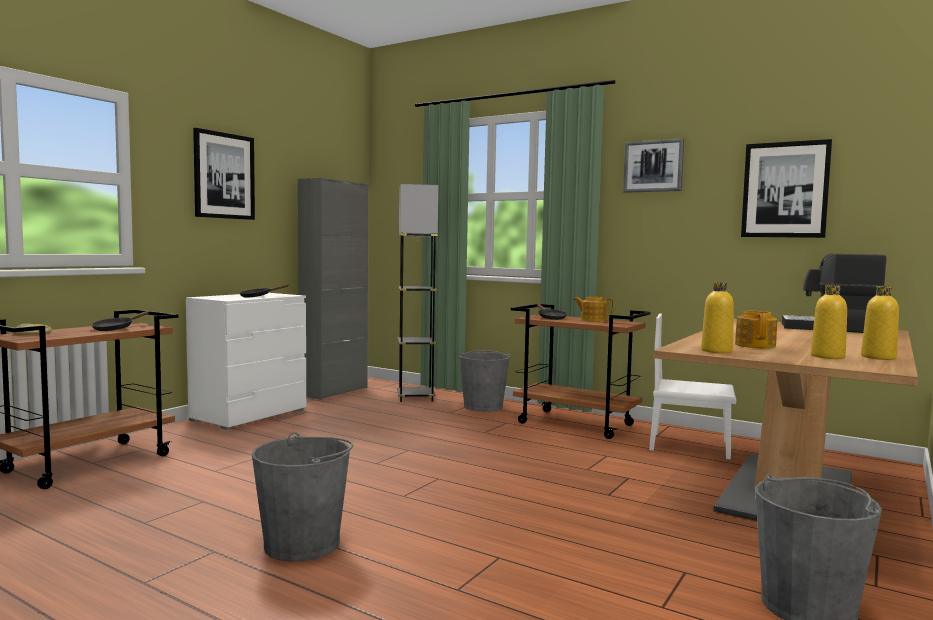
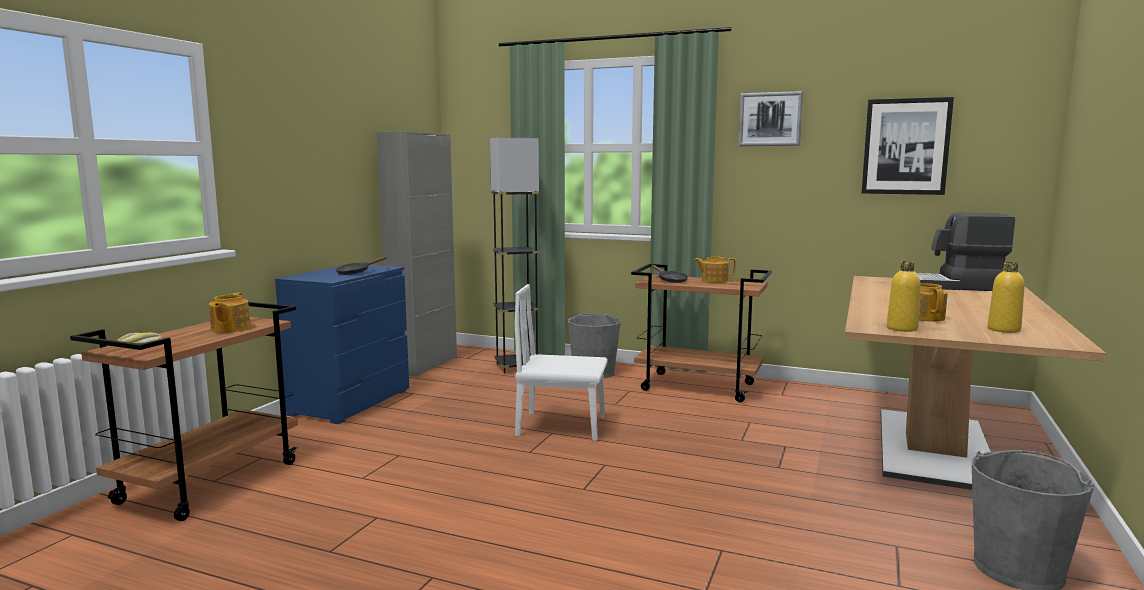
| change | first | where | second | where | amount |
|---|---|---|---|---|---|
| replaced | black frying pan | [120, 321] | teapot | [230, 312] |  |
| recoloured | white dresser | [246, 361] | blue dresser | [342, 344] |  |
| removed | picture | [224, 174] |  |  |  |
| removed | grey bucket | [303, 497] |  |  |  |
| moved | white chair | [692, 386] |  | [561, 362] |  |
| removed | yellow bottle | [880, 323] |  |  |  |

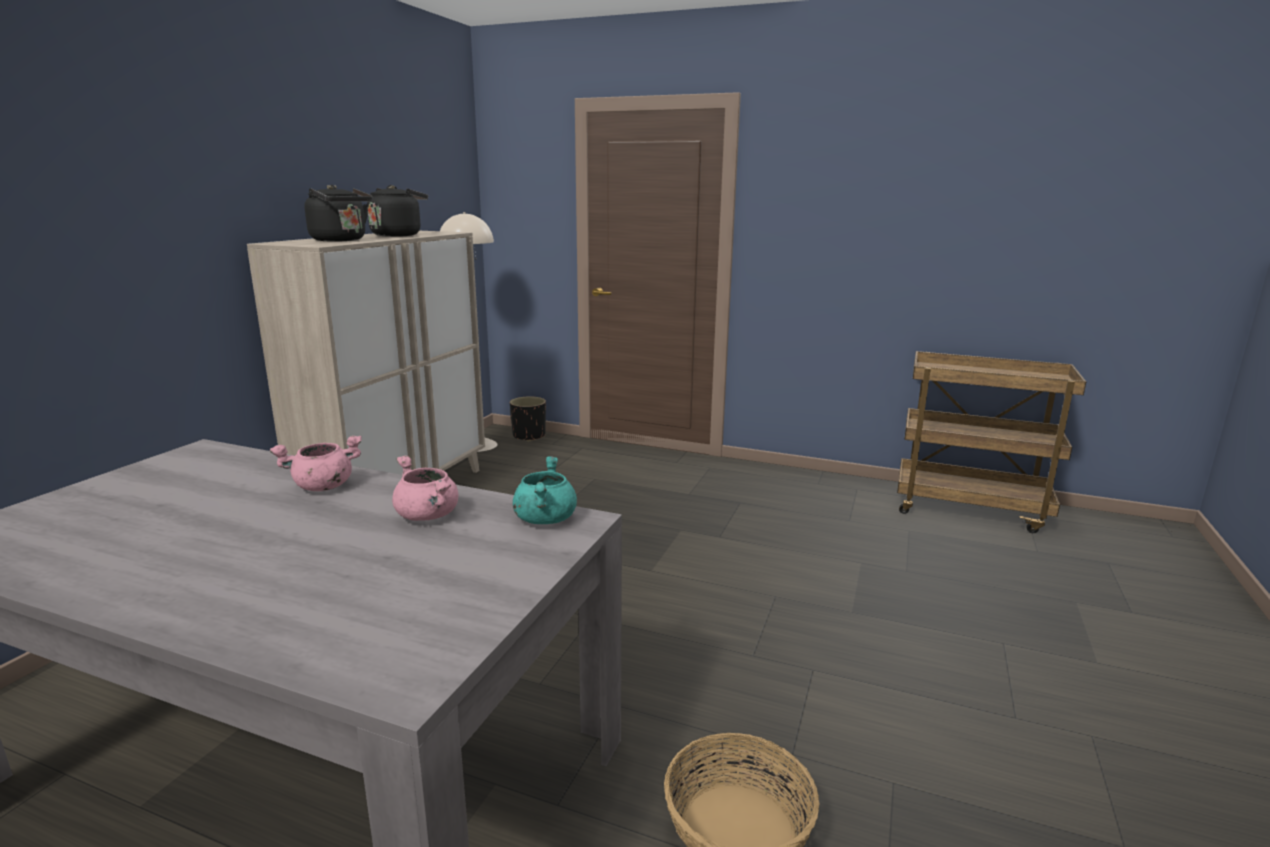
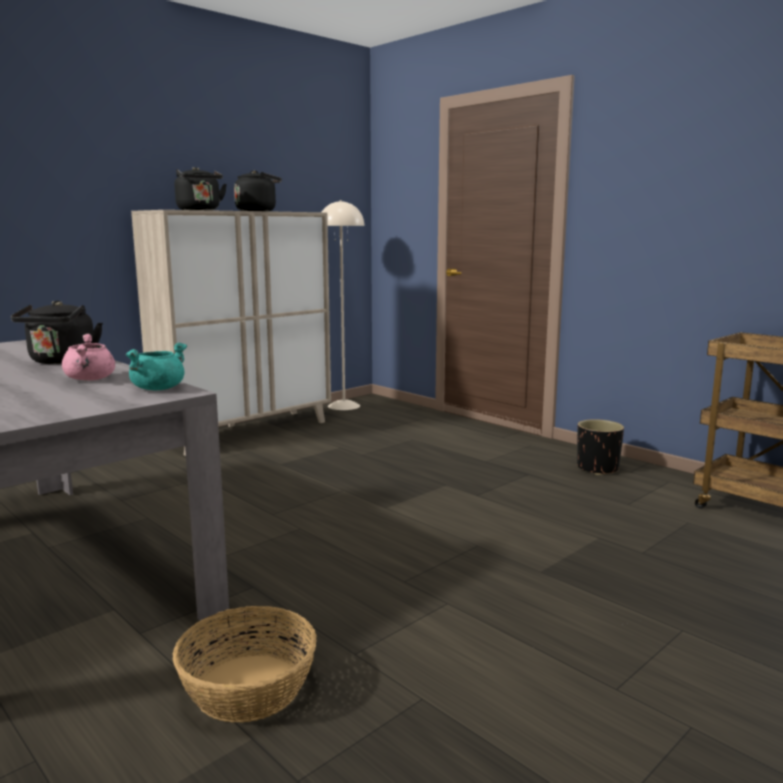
| change | first | where | second | where | amount |
|---|---|---|---|---|---|
| replaced | pink cooking pot | [316, 463] | black kettle | [57, 332] |  |
| moved | black planter | [528, 419] |  | [600, 447] |  |

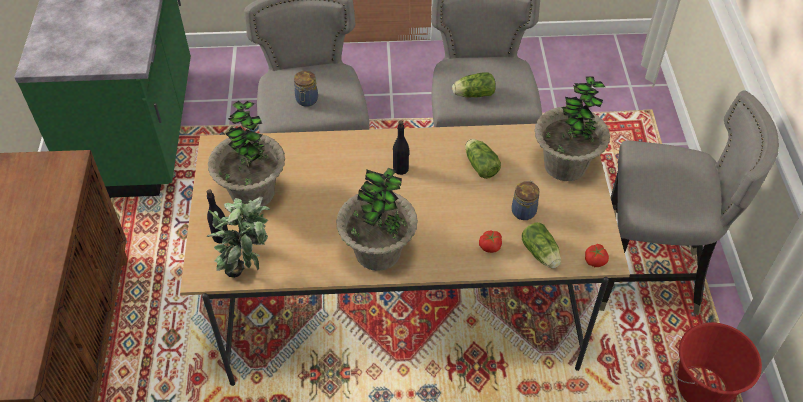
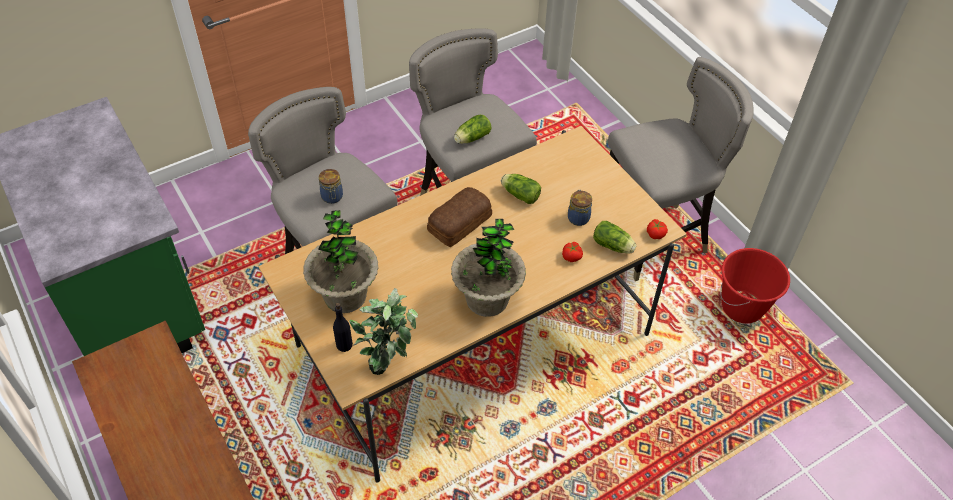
| change | first | where | second | where | amount |
|---|---|---|---|---|---|
| replaced | black bottle | [401, 148] | bread | [459, 217] |  |
| removed | potted plant | [572, 129] |  |  |  |

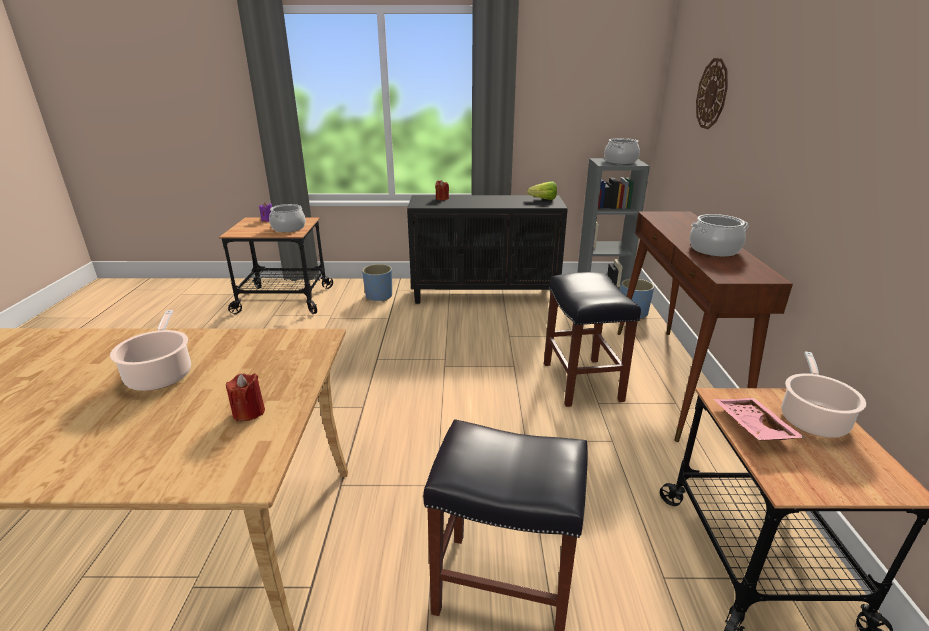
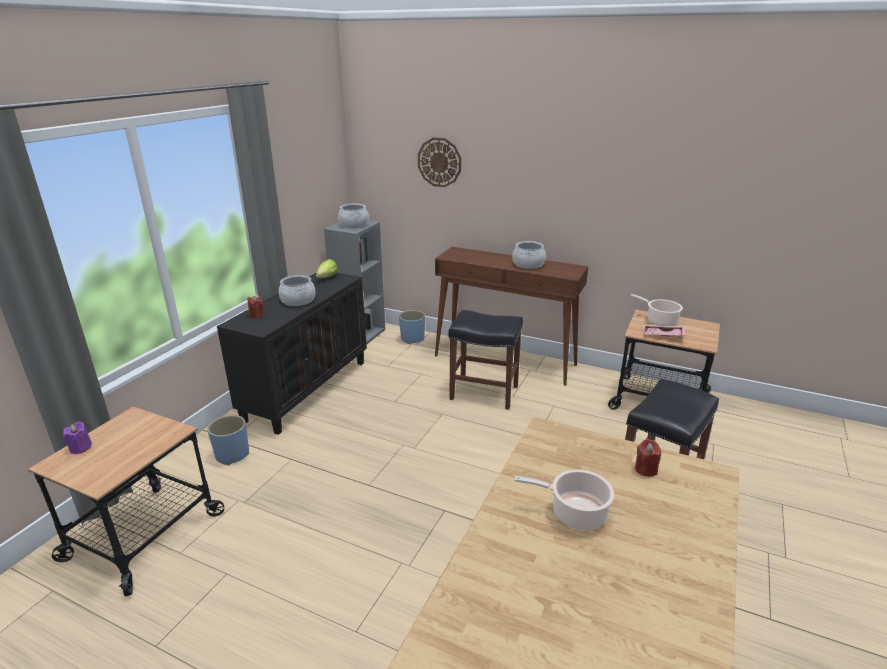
| change | first | where | second | where | amount |
|---|---|---|---|---|---|
| moved | cooking pot | [287, 218] |  | [297, 290] |  |

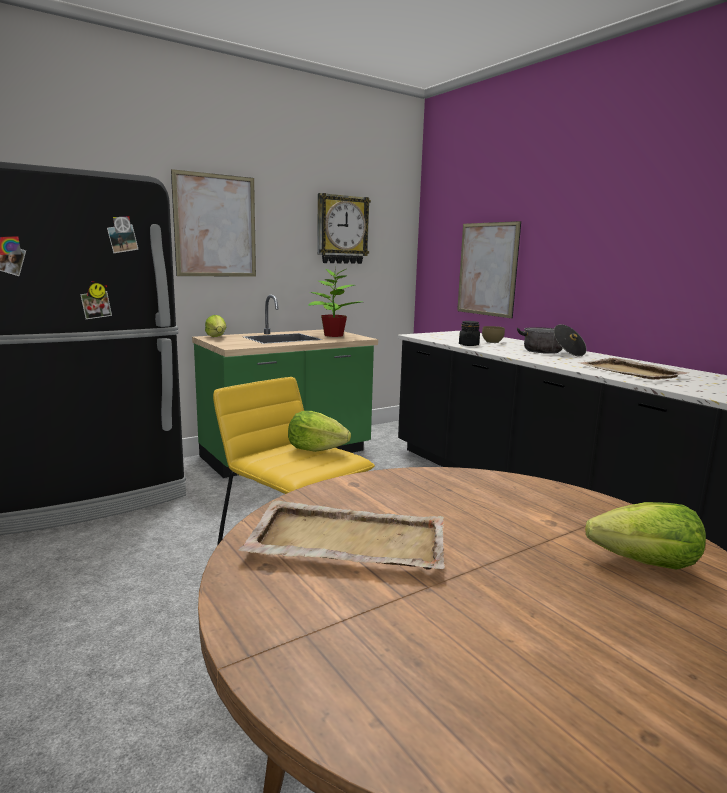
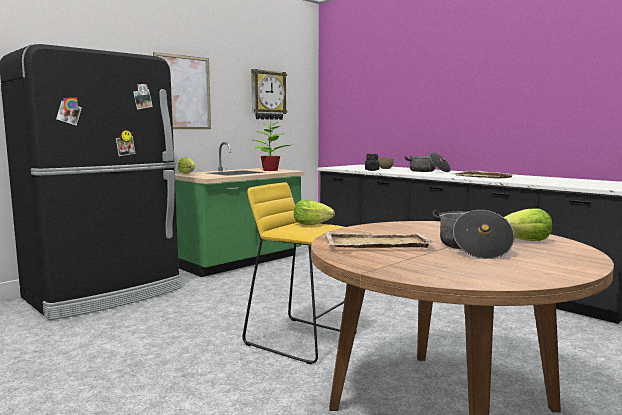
| change | first | where | second | where | amount |
|---|---|---|---|---|---|
| removed | picture | [489, 269] |  |  |  |
| added |  |  | cooking pot | [473, 234] |  |

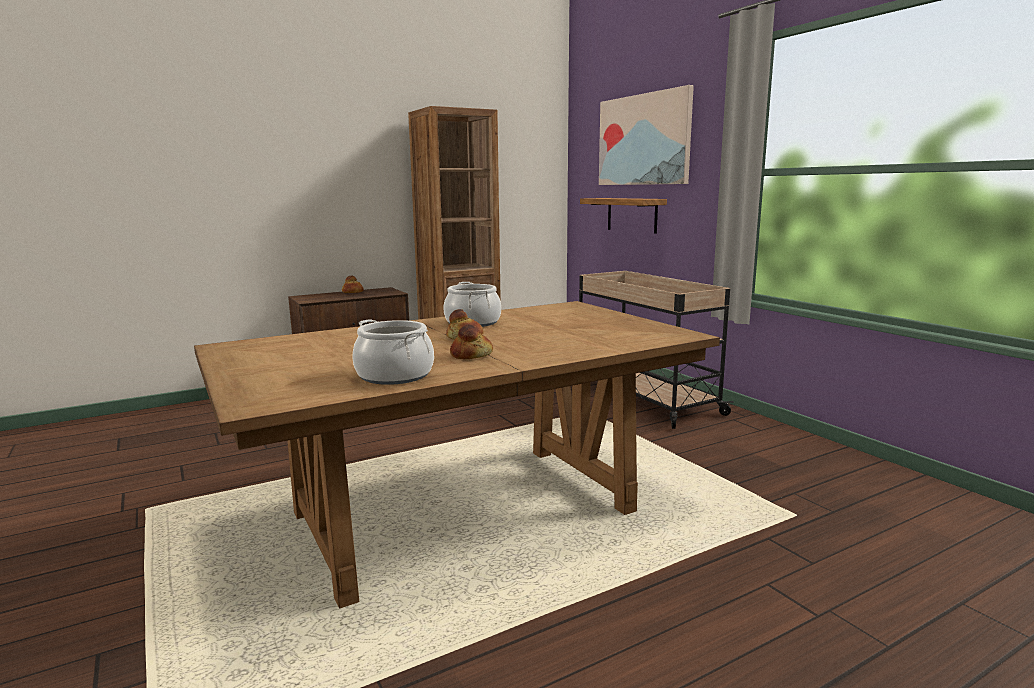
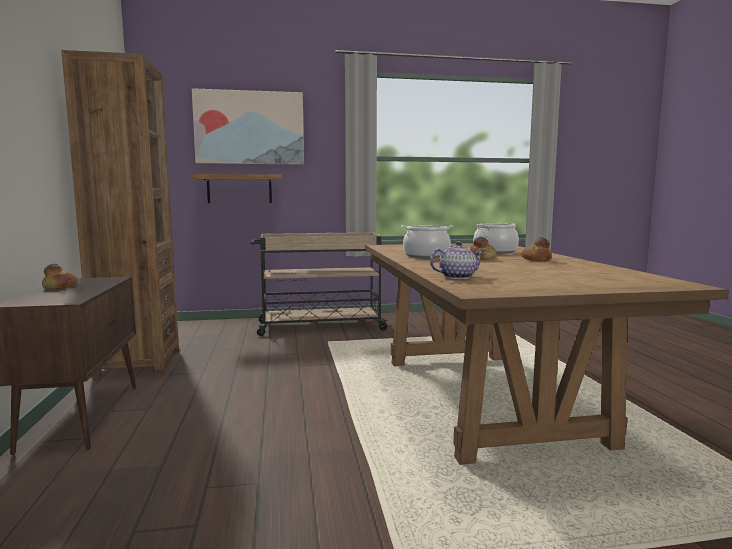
| change | first | where | second | where | amount |
|---|---|---|---|---|---|
| moved | cooking pot | [393, 352] |  | [496, 238] |  |
| added |  |  | teapot | [457, 260] |  |

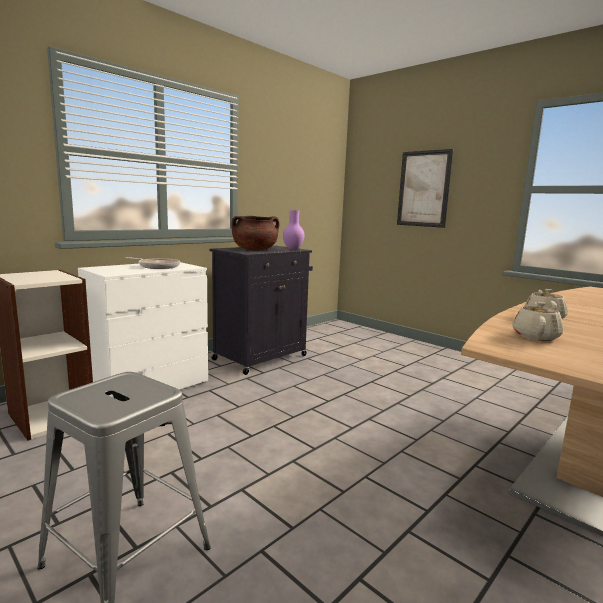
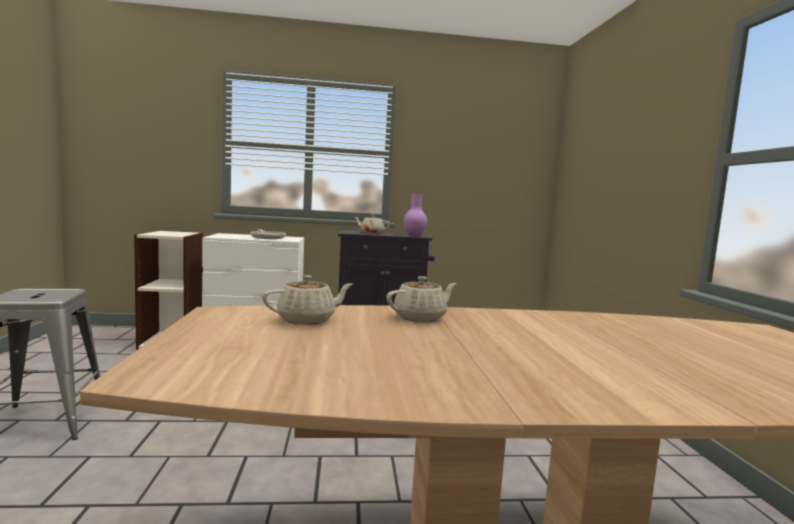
| change | first | where | second | where | amount |
|---|---|---|---|---|---|
| replaced | brown cooking pot | [255, 233] | beige teapot | [372, 223] |  |
| removed | picture | [425, 188] |  |  |  |

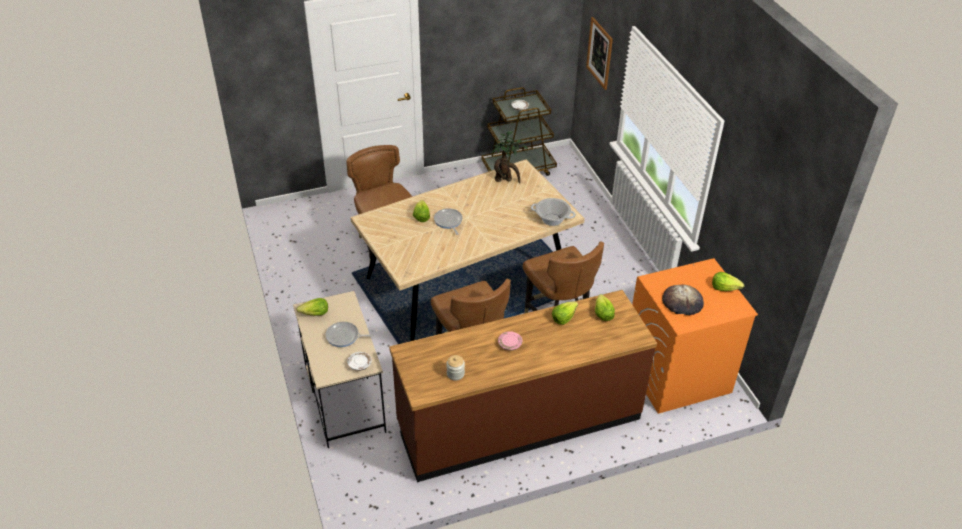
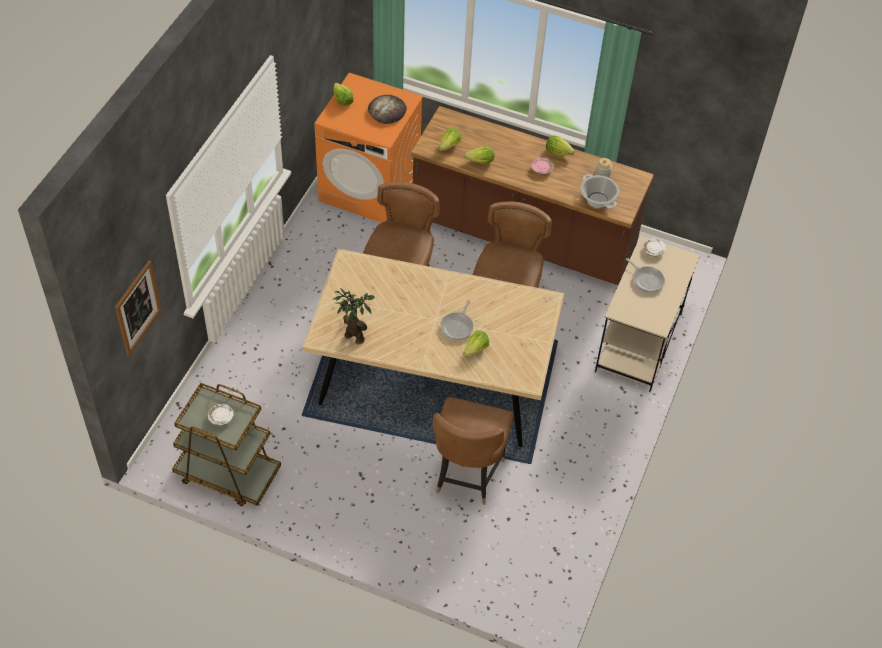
| change | first | where | second | where | amount |
|---|---|---|---|---|---|
| moved | lettuce | [312, 307] |  | [560, 145] |  |
| moved | cooking pot | [553, 212] |  | [599, 191] |  |

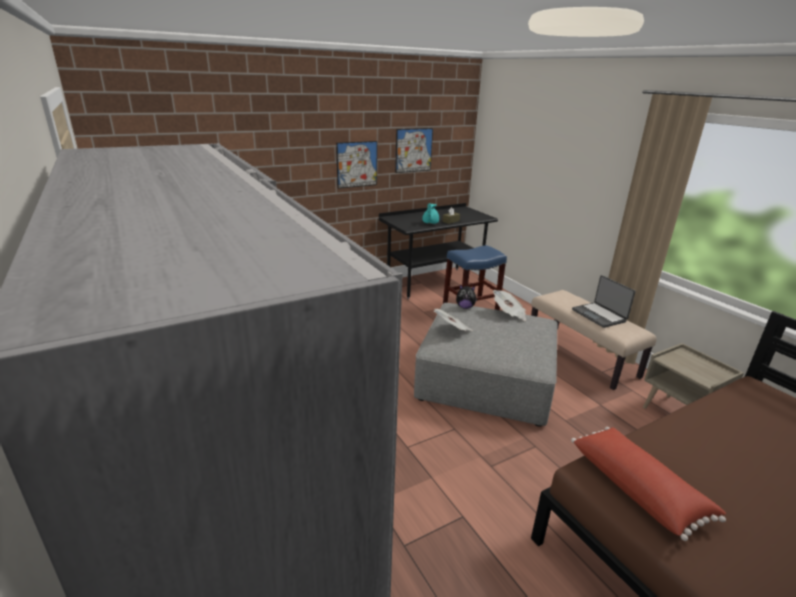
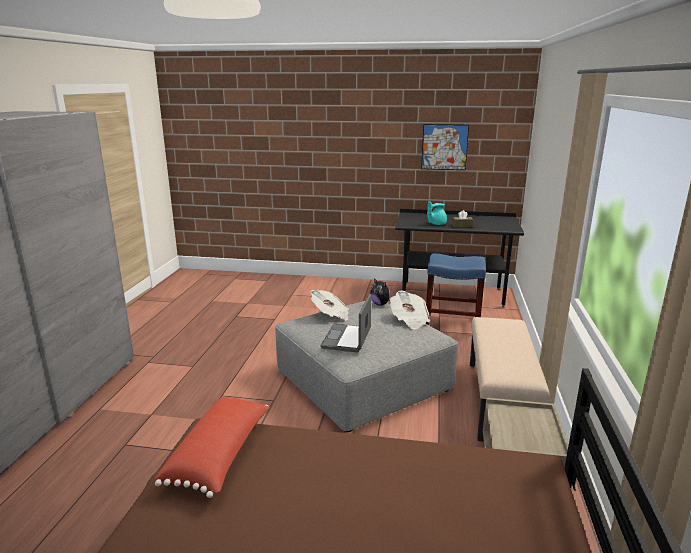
| change | first | where | second | where | amount |
|---|---|---|---|---|---|
| removed | picture | [356, 164] |  |  |  |
| moved | laptop | [604, 301] |  | [346, 323] |  |

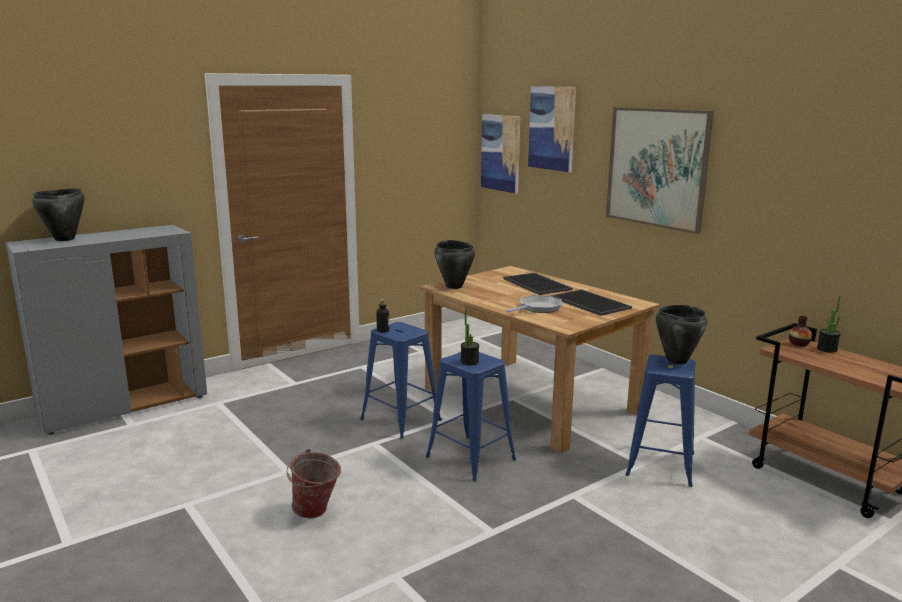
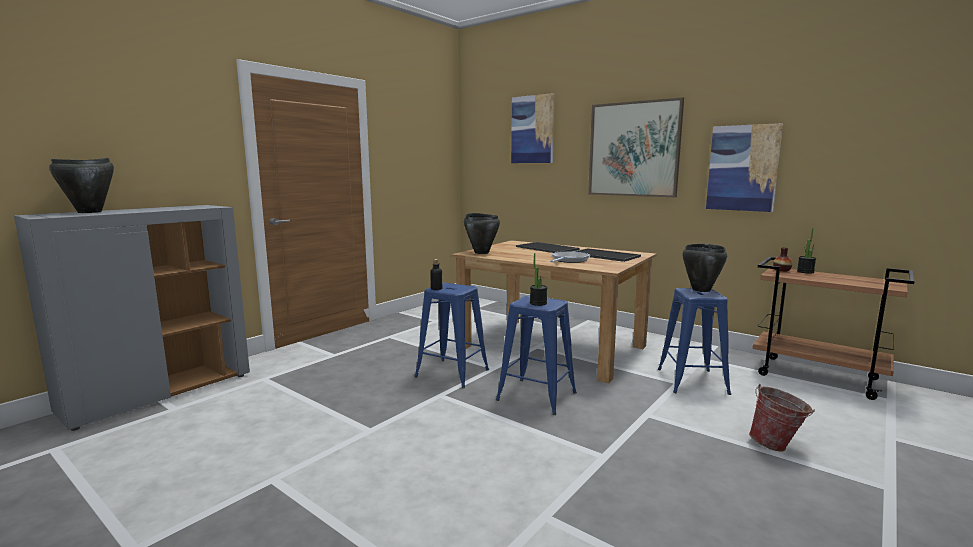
| change | first | where | second | where | amount |
|---|---|---|---|---|---|
| moved | bucket | [314, 483] |  | [782, 418] |  |
| moved | picture | [501, 153] |  | [745, 167] |  |

